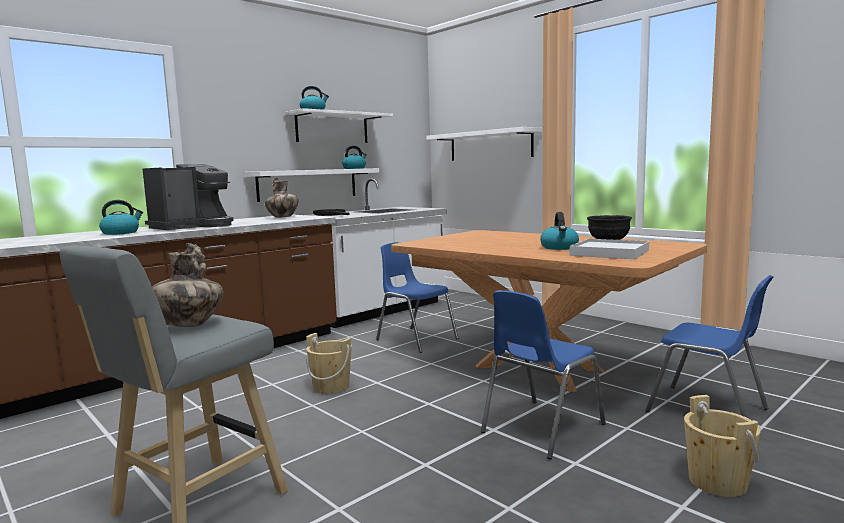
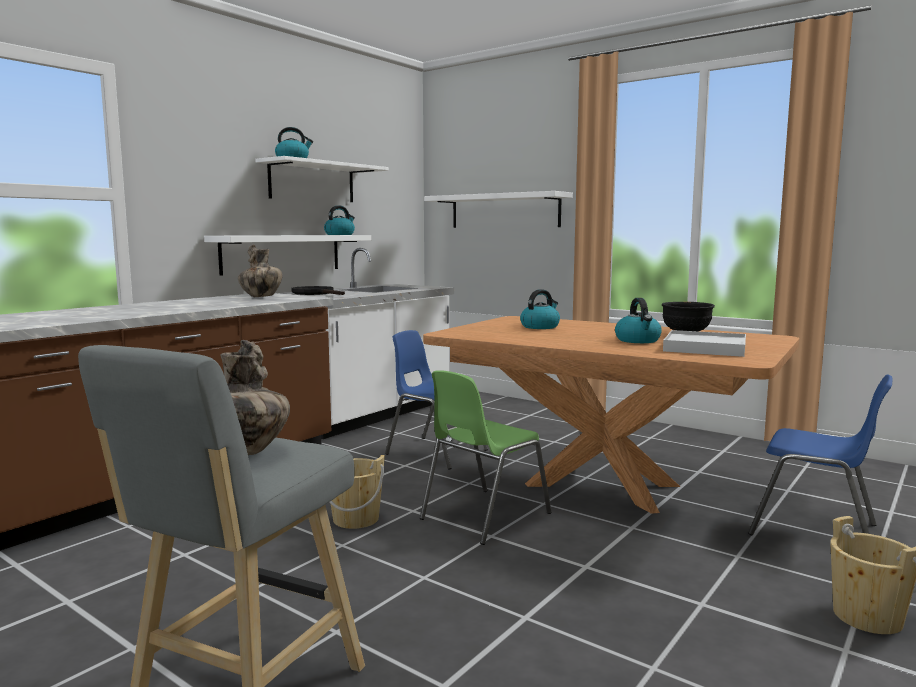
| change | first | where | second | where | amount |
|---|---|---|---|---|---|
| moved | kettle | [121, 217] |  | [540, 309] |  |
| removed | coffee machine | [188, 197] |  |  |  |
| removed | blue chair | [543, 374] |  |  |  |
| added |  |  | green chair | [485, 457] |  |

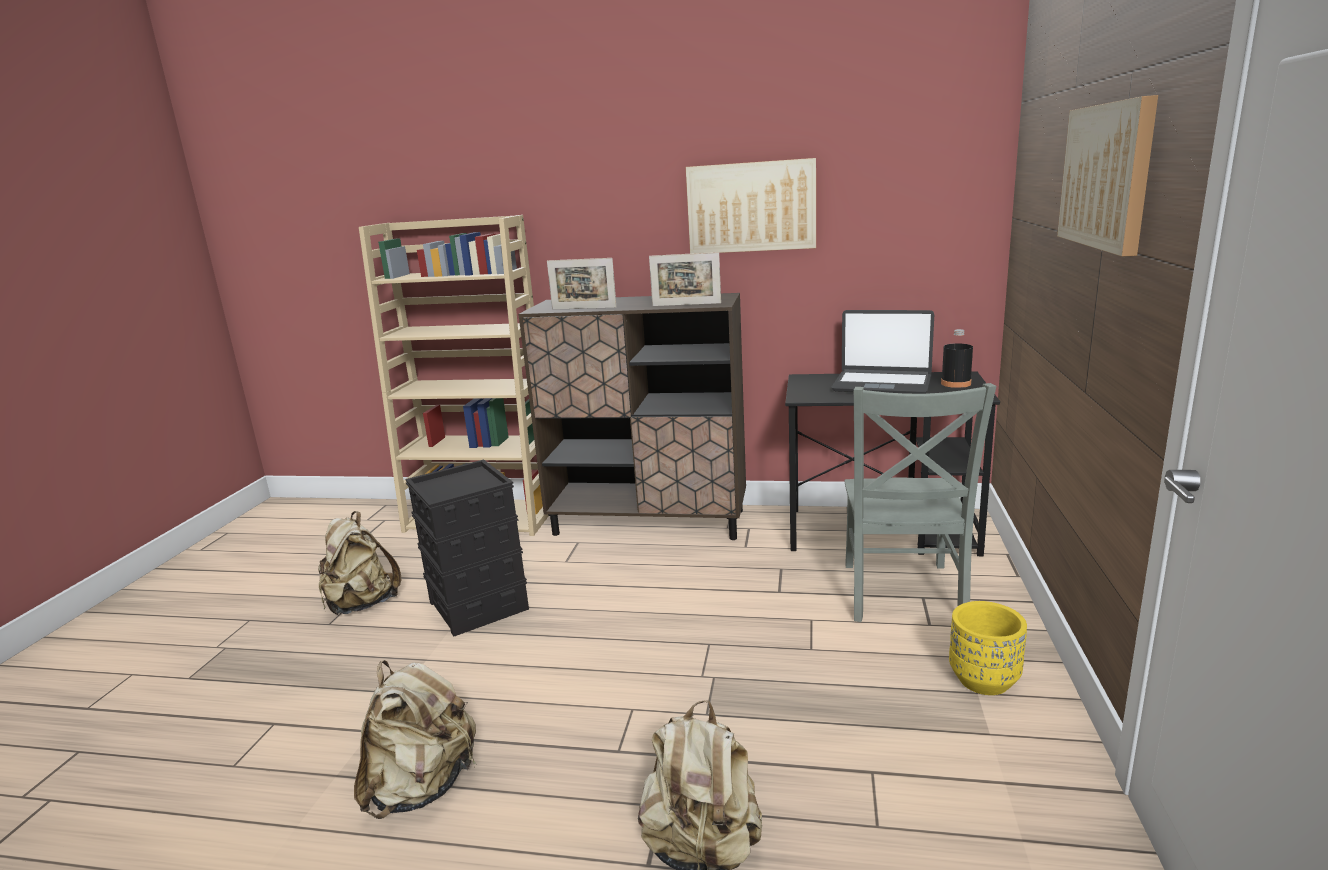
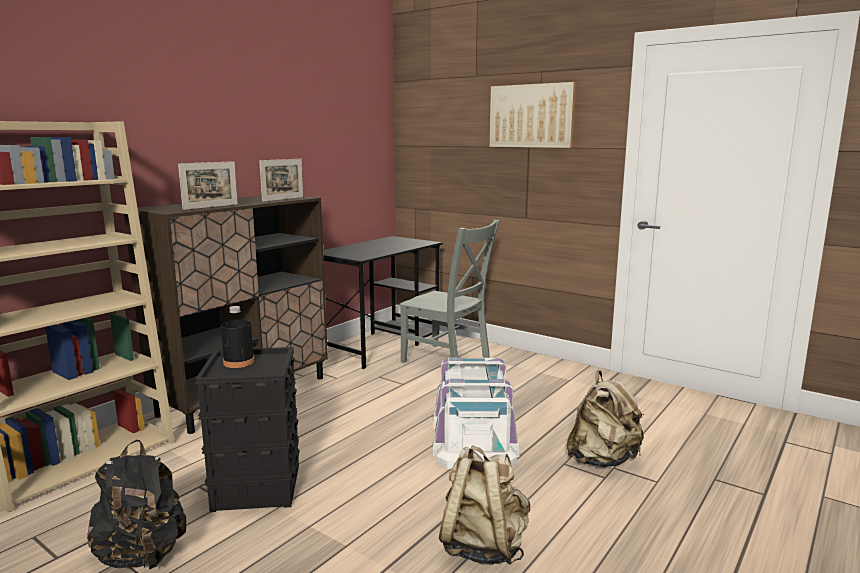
| change | first | where | second | where | amount |
|---|---|---|---|---|---|
| recoloured | beige backpack | [359, 563] | black backpack | [136, 504] |  |
| removed | picture | [751, 206] |  |  |  |
| removed | laptop | [883, 352] |  |  |  |
| moved | black bottle | [957, 358] |  | [238, 337] |  |
| removed | yellow planter | [988, 648] |  |  |  |
| added |  |  | white storage box | [476, 413] |  |

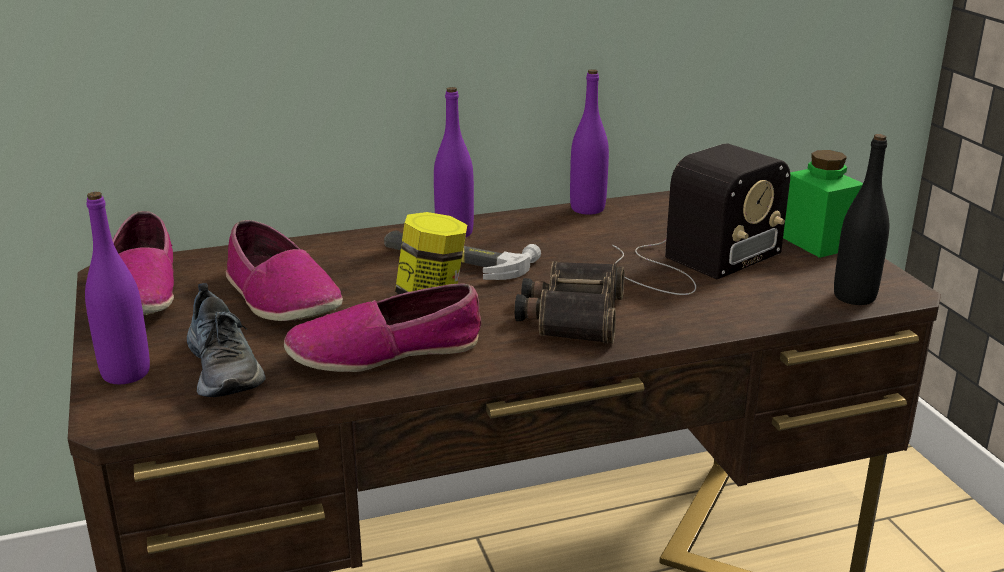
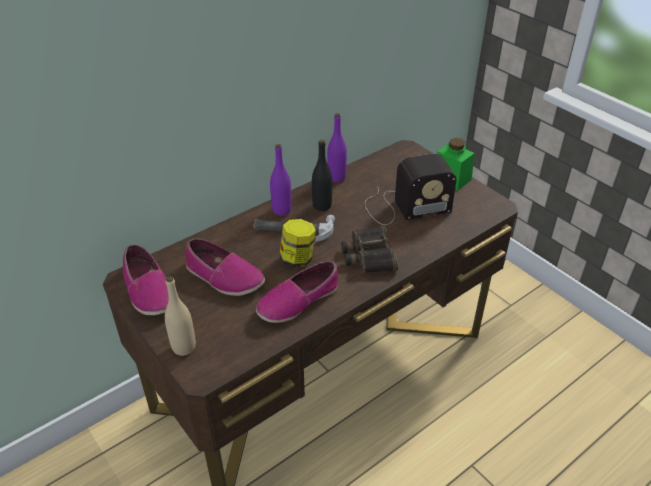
| change | first | where | second | where | amount |
|---|---|---|---|---|---|
| recoloured | purple bottle | [117, 288] | beige bottle | [180, 316] |  |
| removed | shoe | [226, 340] |  |  |  |
| turned | radio | [701, 219] |  | [411, 189] | 45 degrees clockwise |
| moved | black bottle | [861, 219] |  | [322, 175] |  |

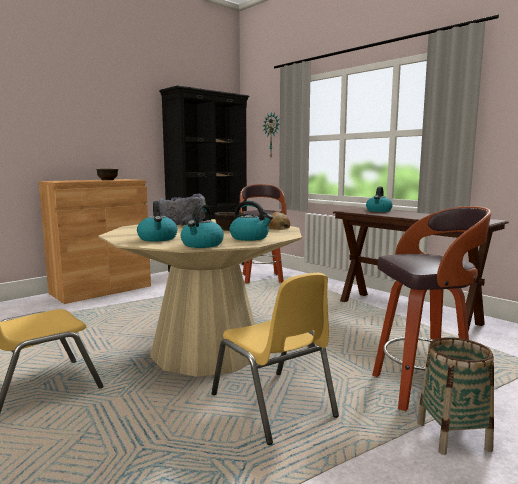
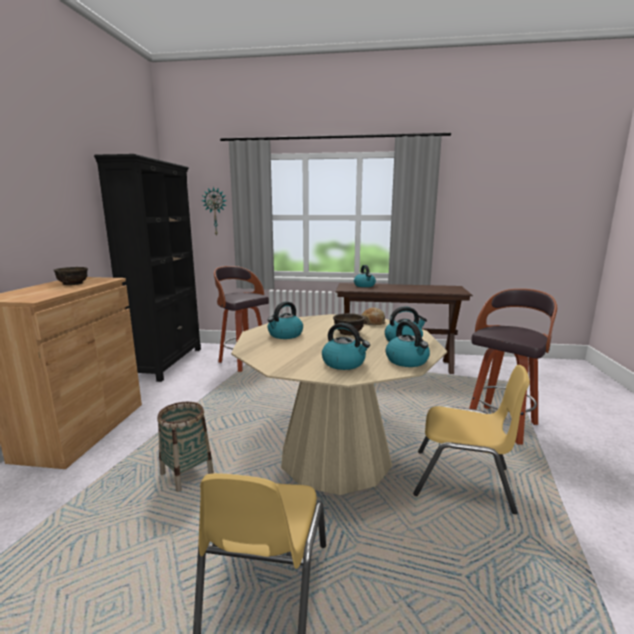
| change | first | where | second | where | amount |
|---|---|---|---|---|---|
| replaced | grey bowl | [182, 210] | kettle | [285, 320] |  |
| moved | basket | [455, 396] |  | [185, 447] |  |

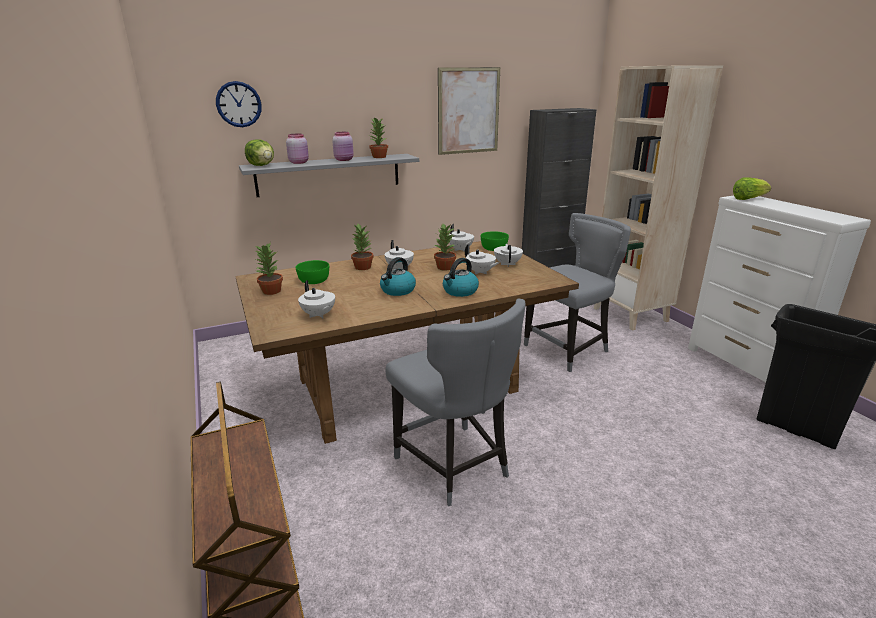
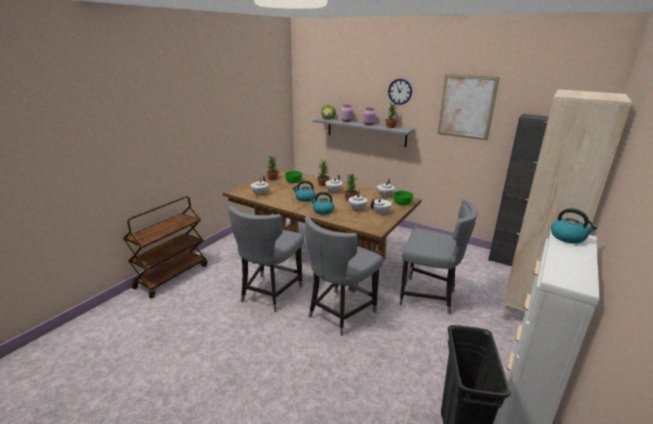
| change | first | where | second | where | amount |
|---|---|---|---|---|---|
| moved | wall clock | [239, 104] |  | [400, 92] |  |
| replaced | lettuce | [752, 188] | kettle | [574, 226] |  |
| added |  |  | grey chair | [344, 276] |  |

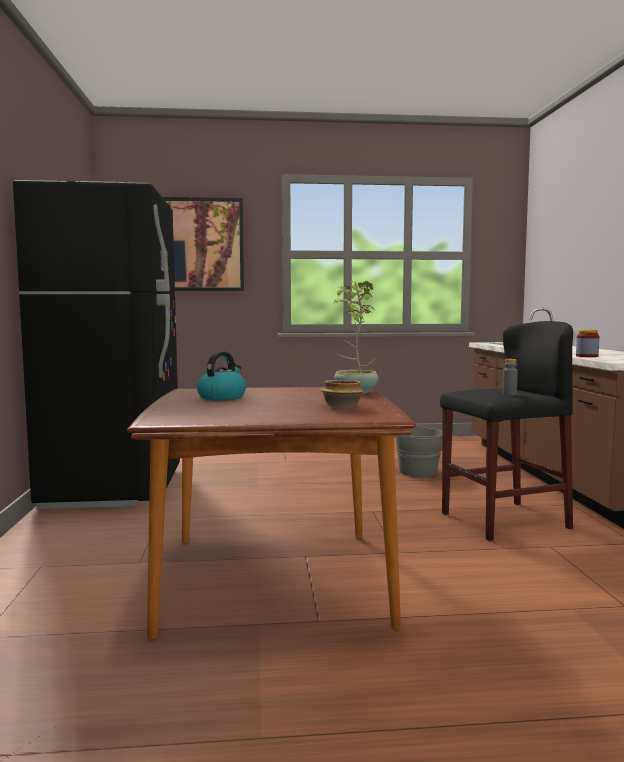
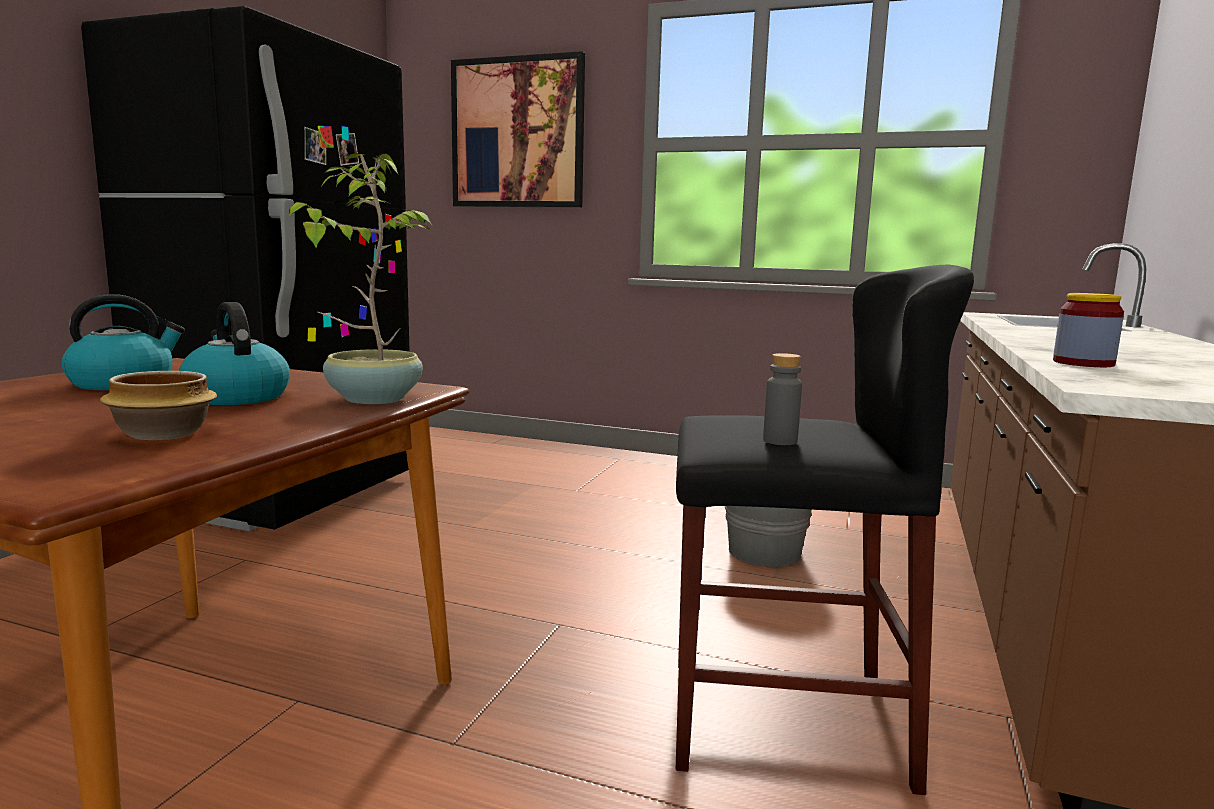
| change | first | where | second | where | amount |
|---|---|---|---|---|---|
| added |  |  | kettle | [234, 353] |  |

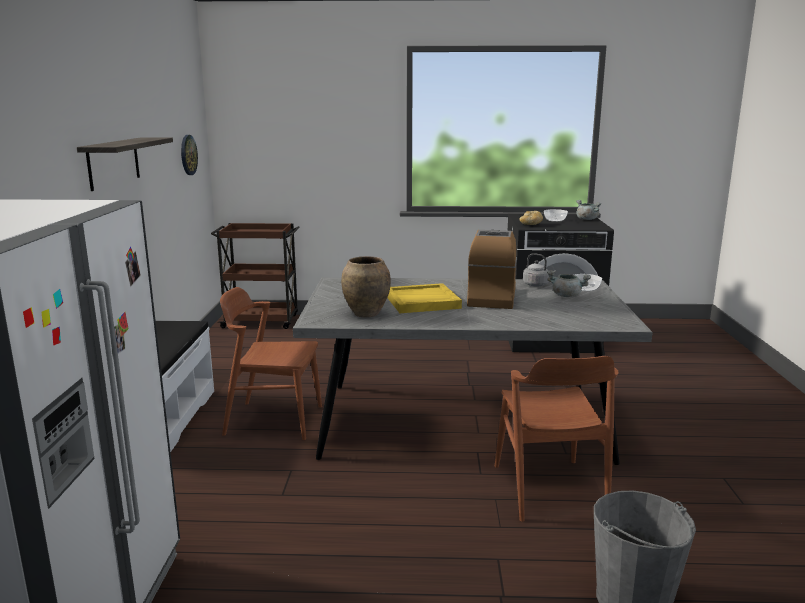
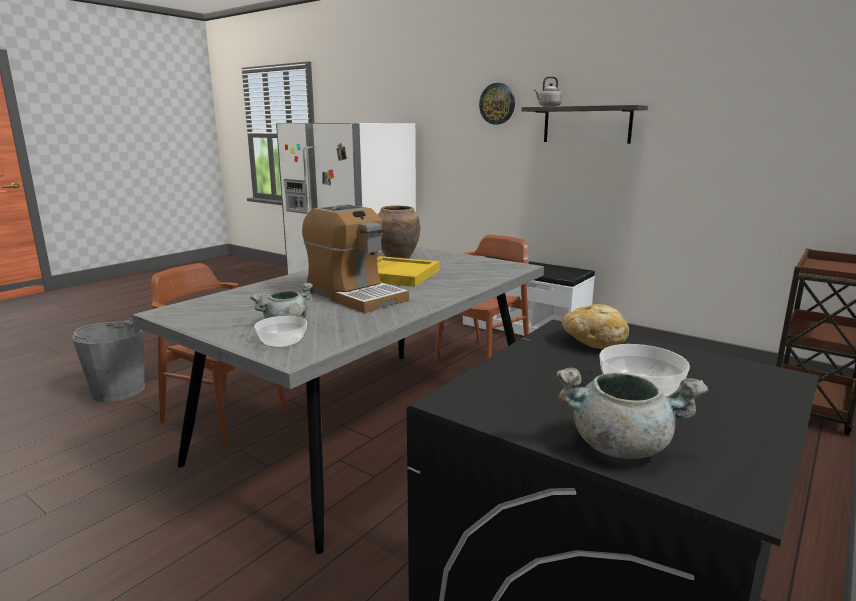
| change | first | where | second | where | amount |
|---|---|---|---|---|---|
| moved | wall clock | [189, 155] |  | [497, 104] |  |
| moved | grey kettle | [539, 270] |  | [548, 91] |  |

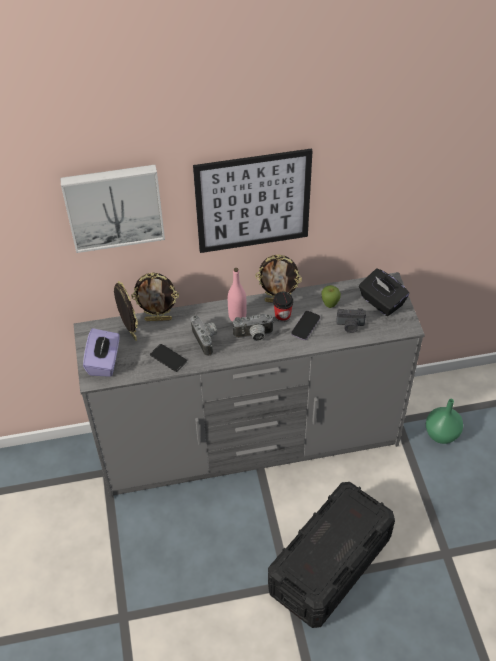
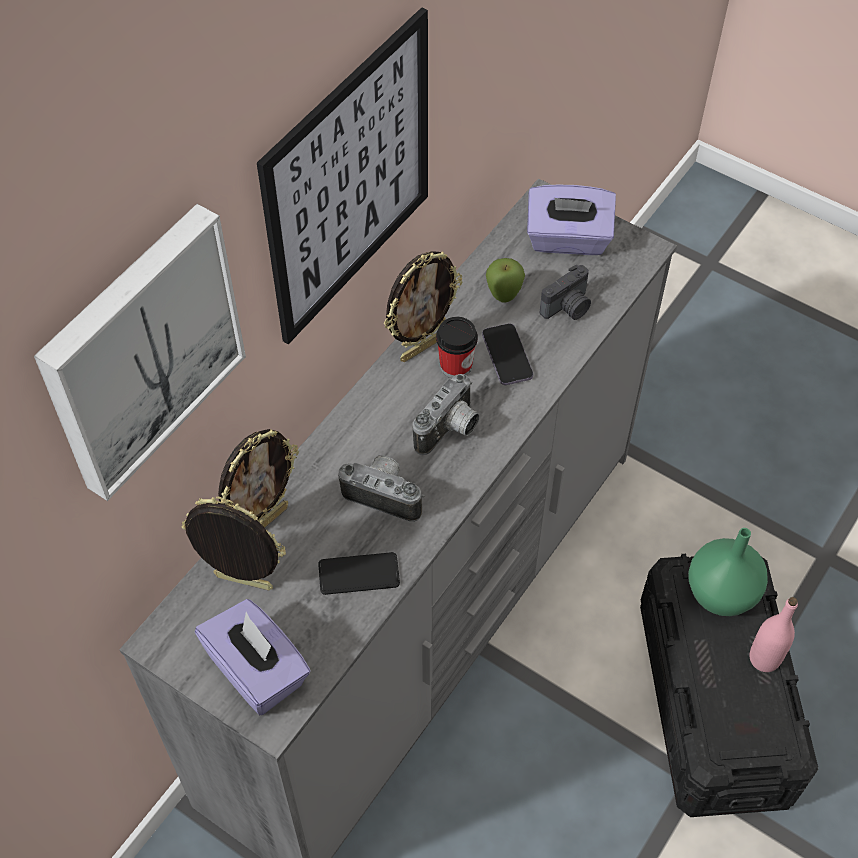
| change | first | where | second | where | amount |
|---|---|---|---|---|---|
| moved | pink bottle | [237, 295] |  | [773, 634] |  |
| recoloured | black tissue box | [384, 292] | purple tissue box | [571, 220] |  |
| moved | green vase | [444, 421] |  | [728, 572] |  |

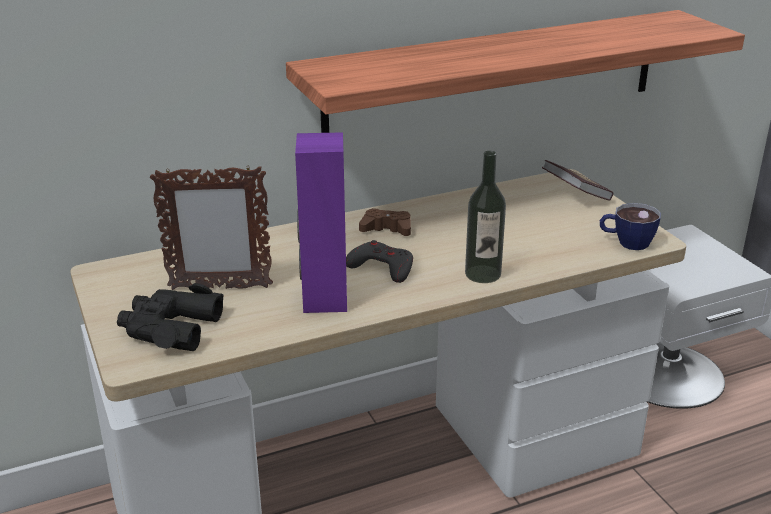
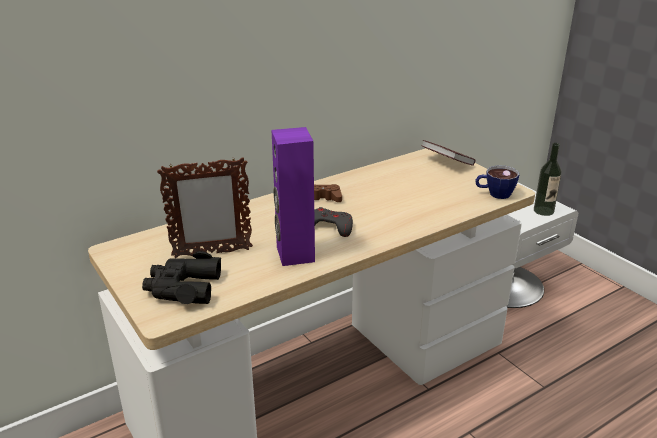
| change | first | where | second | where | amount |
|---|---|---|---|---|---|
| removed | shelf | [515, 71] |  |  |  |
| moved | bottle | [485, 217] |  | [548, 179] |  |

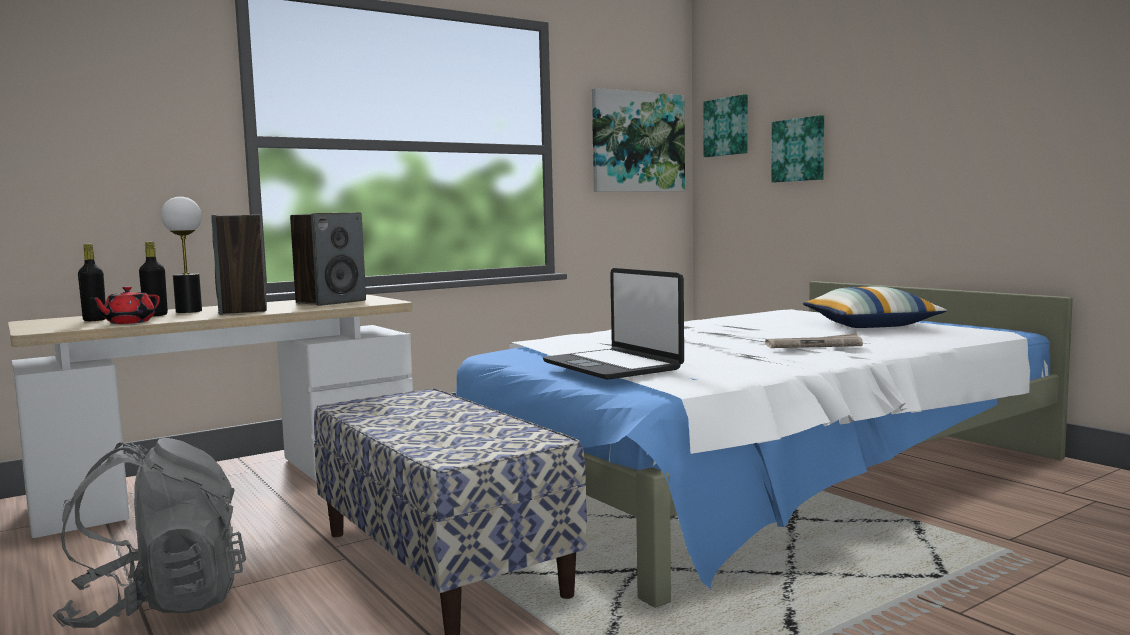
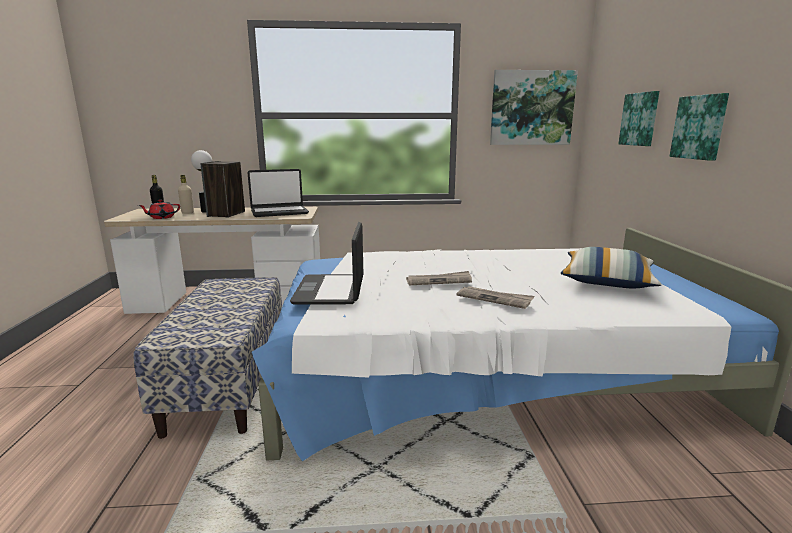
| change | first | where | second | where | amount |
|---|---|---|---|---|---|
| removed | grey backpack | [149, 533] |  |  |  |
| recoloured | black bottle | [153, 279] | beige bottle | [186, 194] |  |
| replaced | speaker | [328, 259] | laptop | [278, 193] |  |
| moved | picture | [725, 125] |  | [699, 127] |  |
| added |  |  | newspaper | [439, 278] |  |

